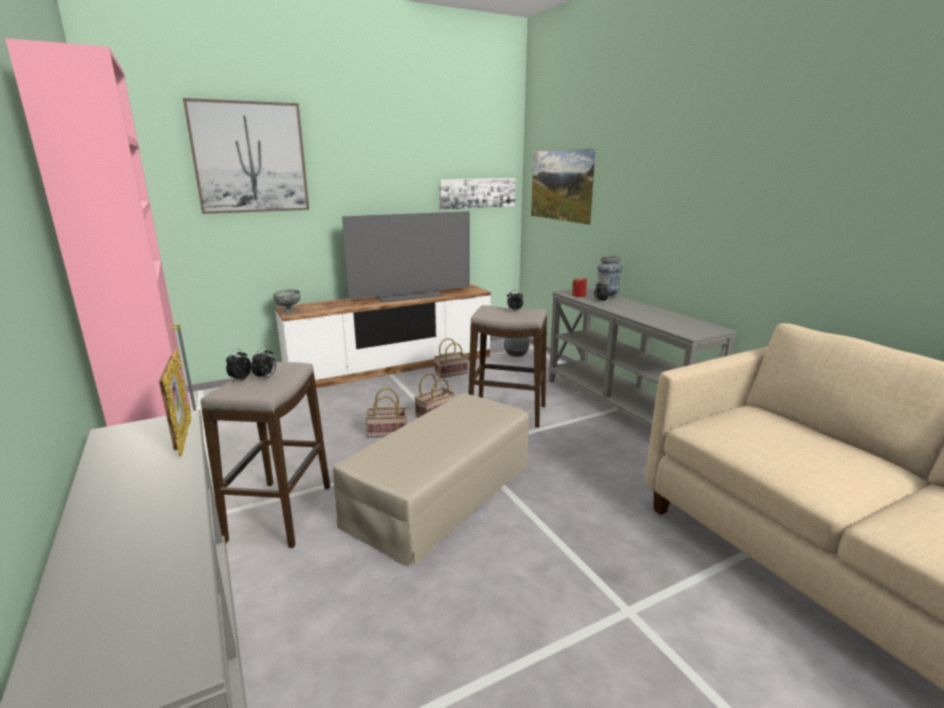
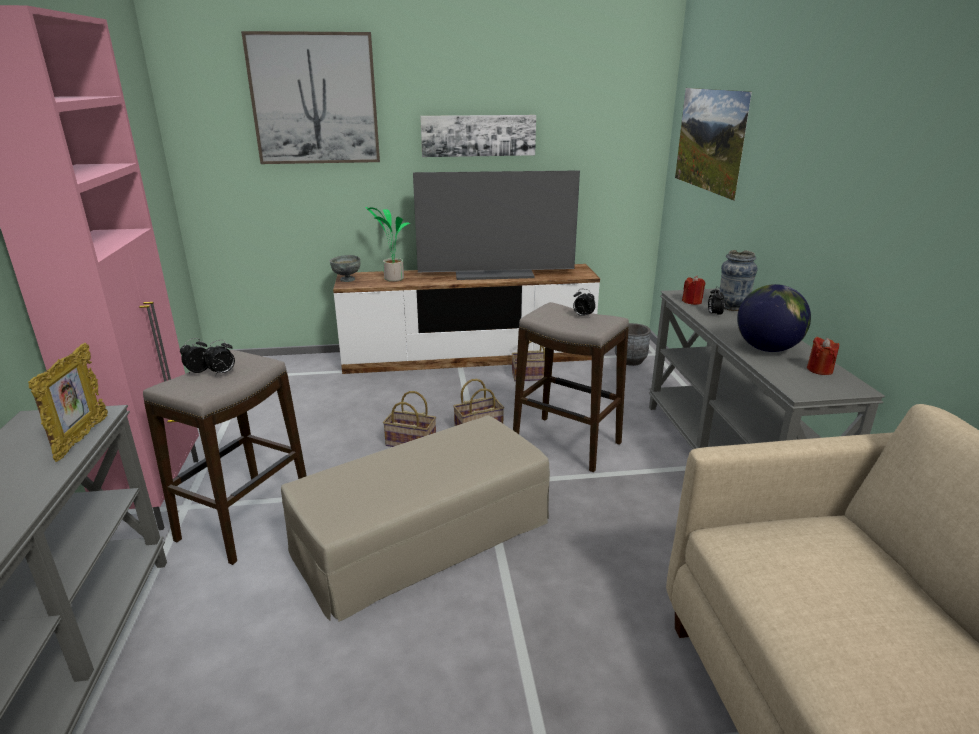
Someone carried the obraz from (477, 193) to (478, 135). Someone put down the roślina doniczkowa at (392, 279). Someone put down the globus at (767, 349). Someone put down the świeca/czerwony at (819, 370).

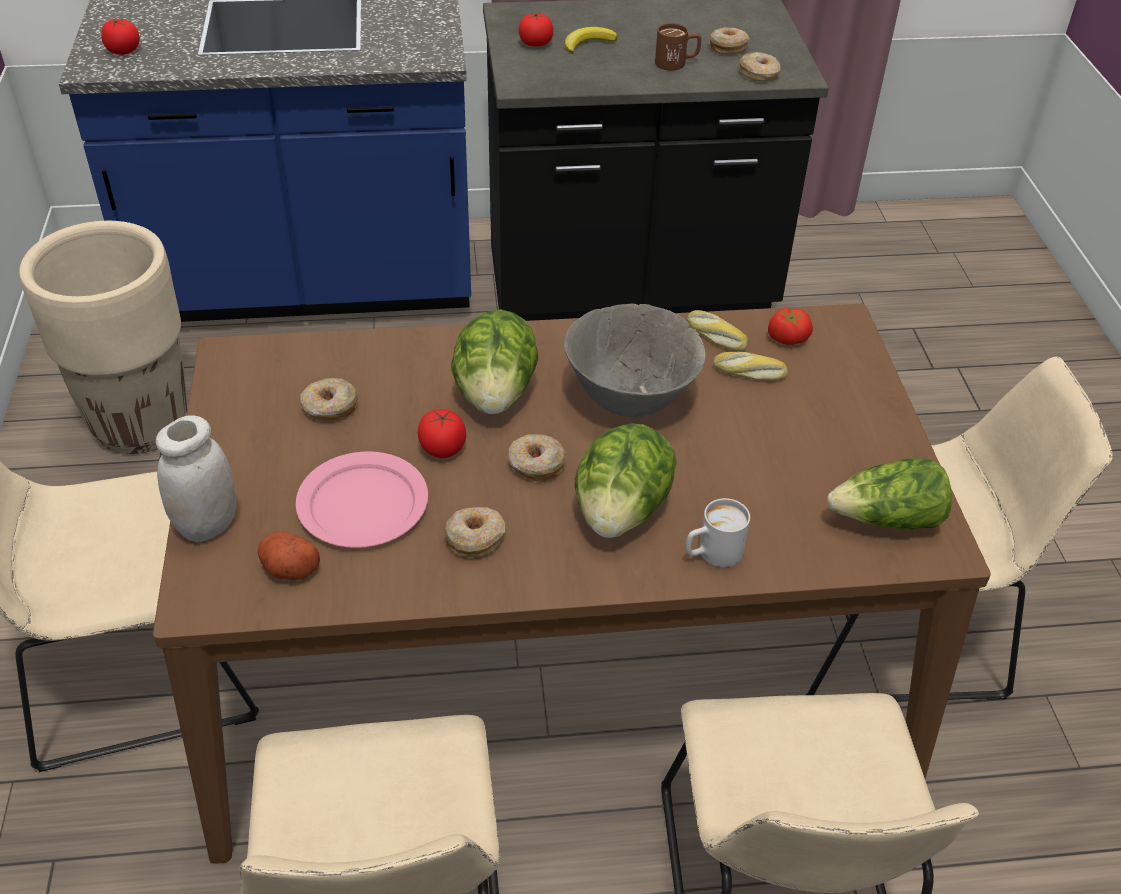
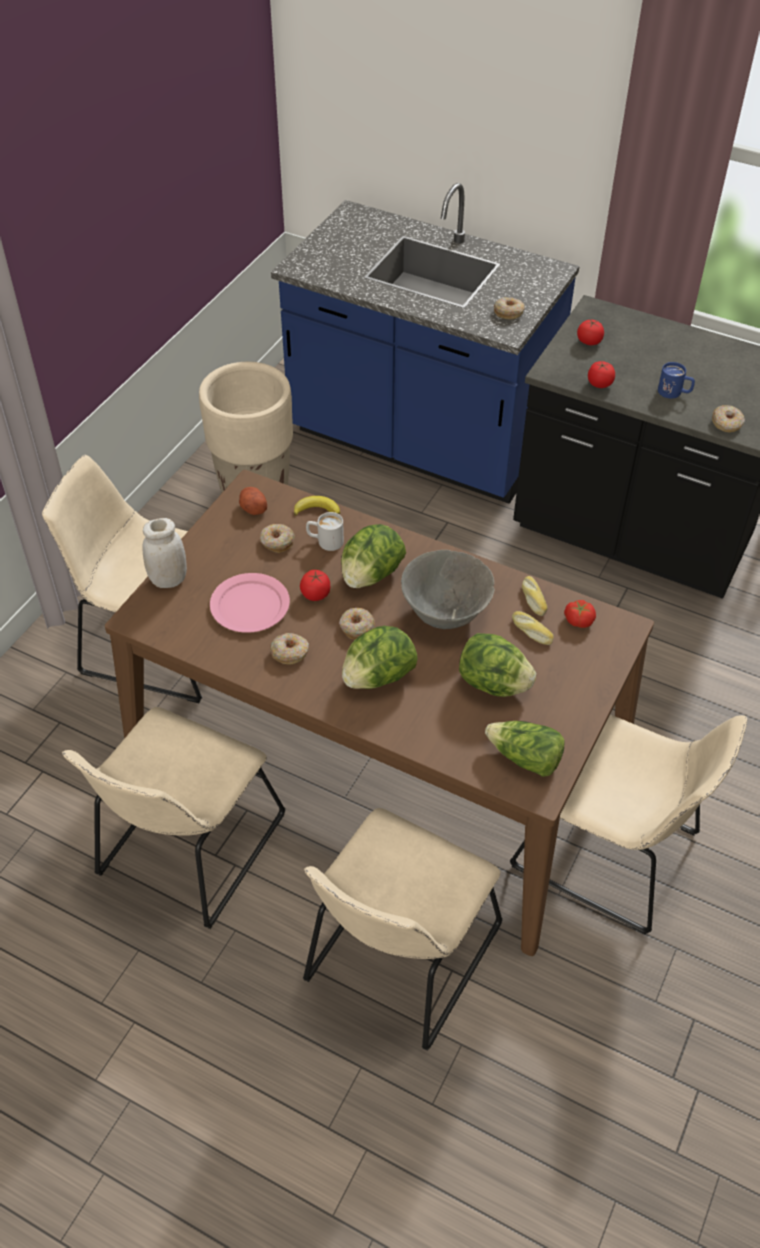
Someone carried the pomidor from (123, 51) to (599, 384). Someone carried the ziemniak from (289, 568) to (253, 508). Someone carried the banan from (588, 43) to (317, 510). Someone repainted the kubek/brązowy at (676, 63), which became the kubek/niebieski at (674, 393). Someone carried the kubek/biały from (712, 554) to (325, 541). Someone carried the donut from (728, 47) to (508, 312). Someone put down the sałata at (493, 684).

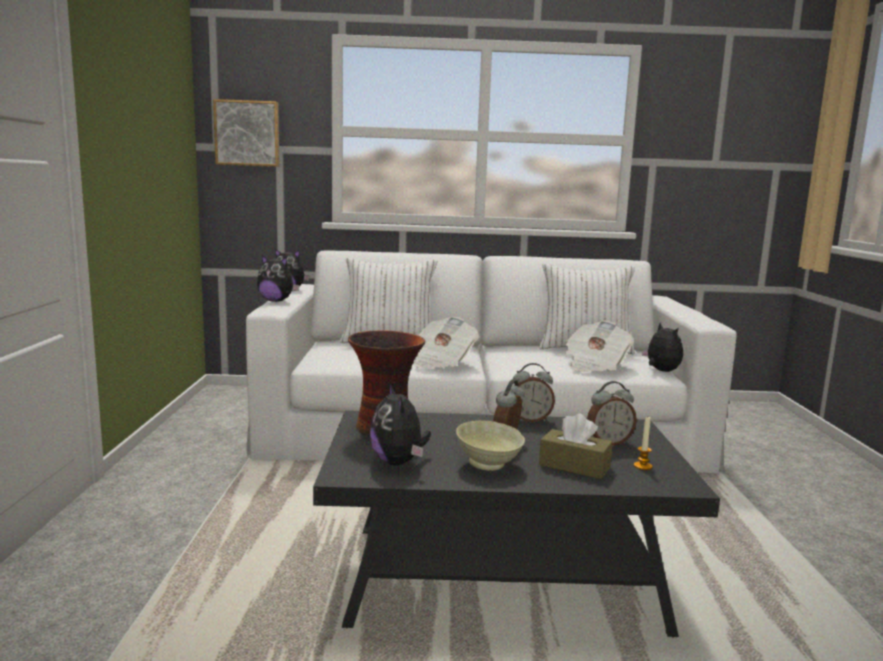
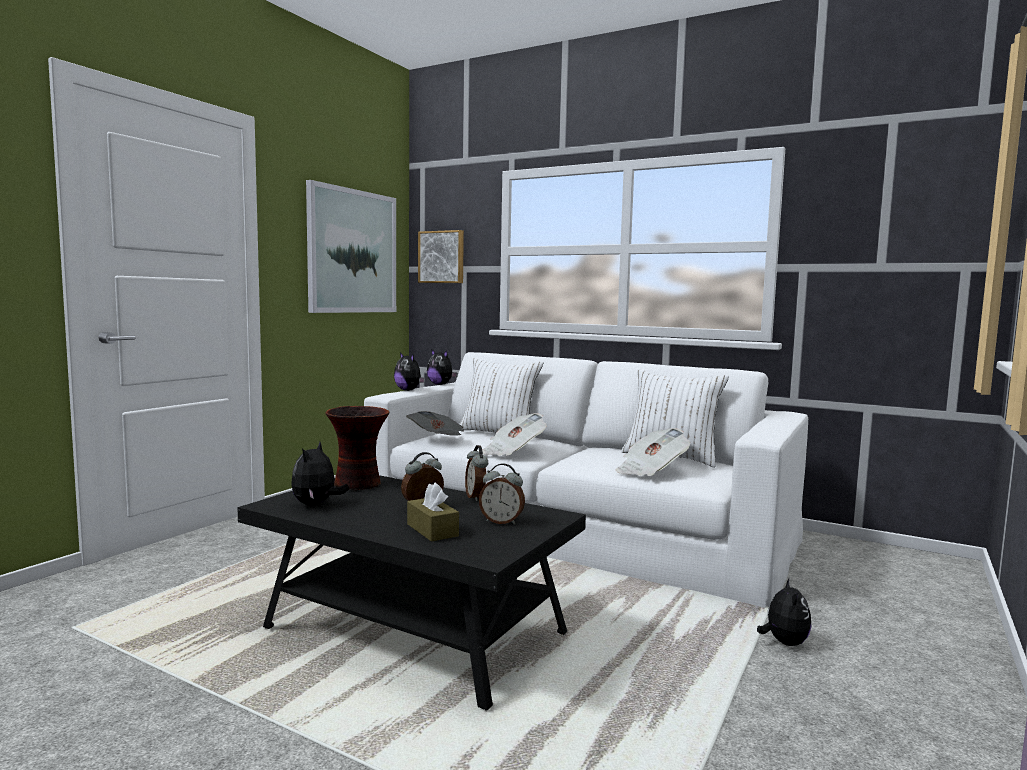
Someone took away the miska/beżowy at (488, 465). Someone rotated the budzik at (530, 420) by 45 degrees clockwise. Someone took away the świeca at (642, 466). Someone carried the pluszak from (661, 371) to (784, 642). Someone put up the obraz at (352, 251). Someone put down the gazeta at (437, 440).

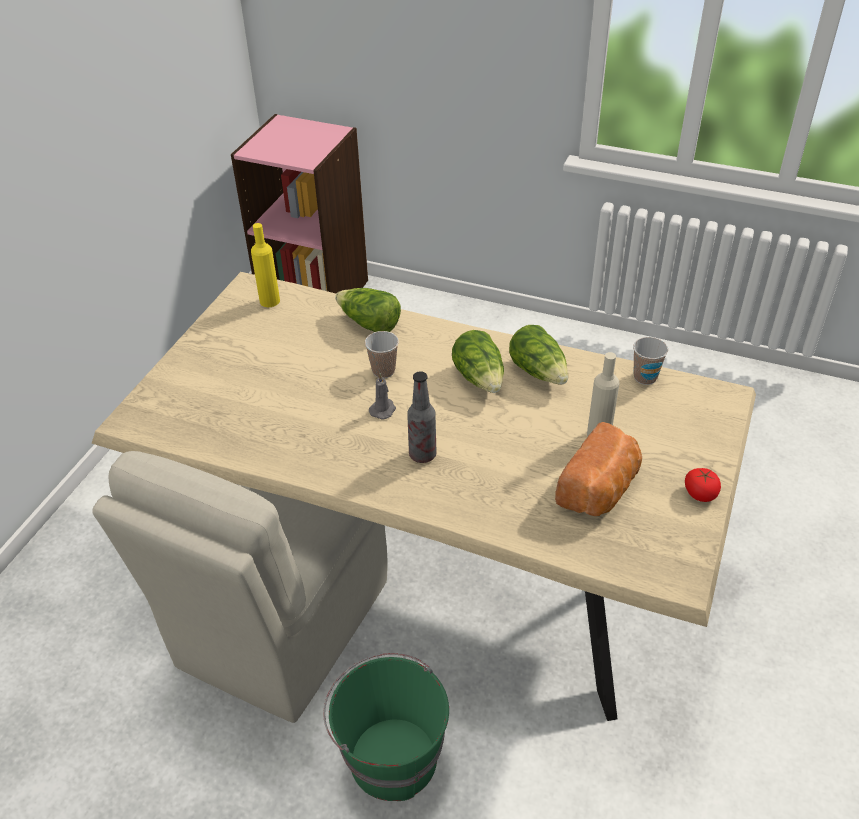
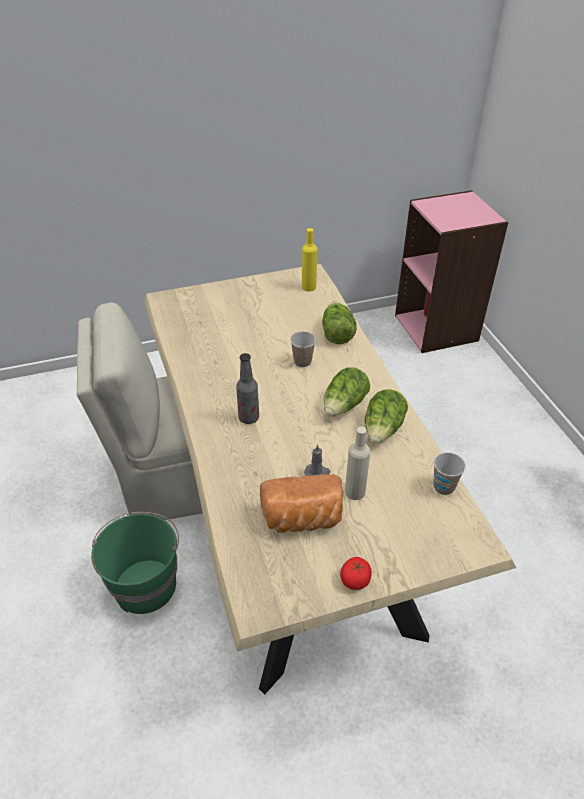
Someone carried the świeca/szary from (383, 409) to (317, 473).

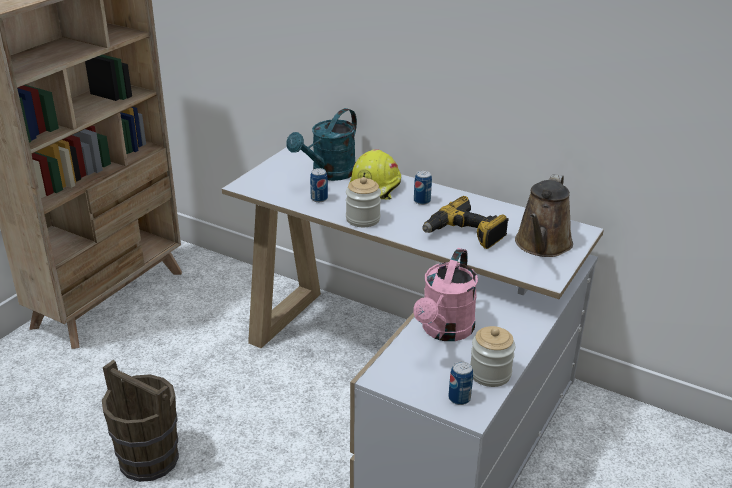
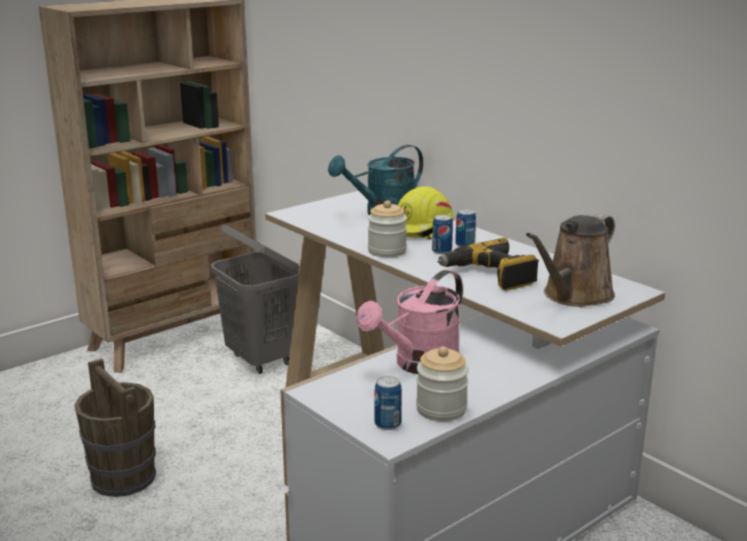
Someone carried the puszka from (319, 199) to (441, 251). Someone put down the kosz na pranie/szary at (261, 359).

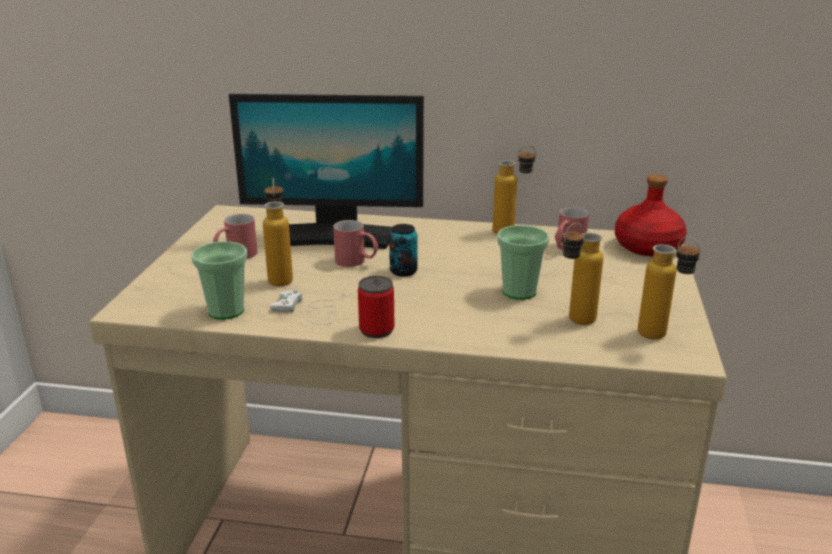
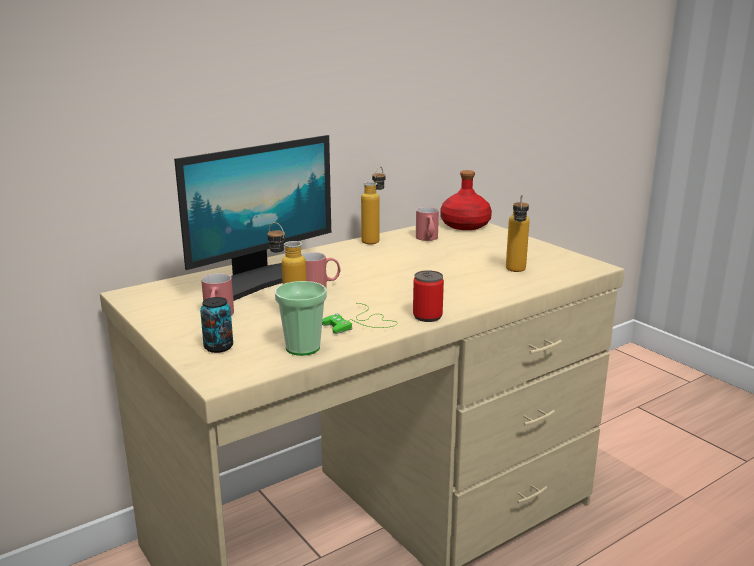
Someone repainted the pad do gier/biały at (311, 310), which became the pad do gier/zielony at (361, 324). Someone carried the puszka from (403, 271) to (218, 347). Someone took away the filiżanka at (519, 292). Someone took away the butelka at (661, 338).

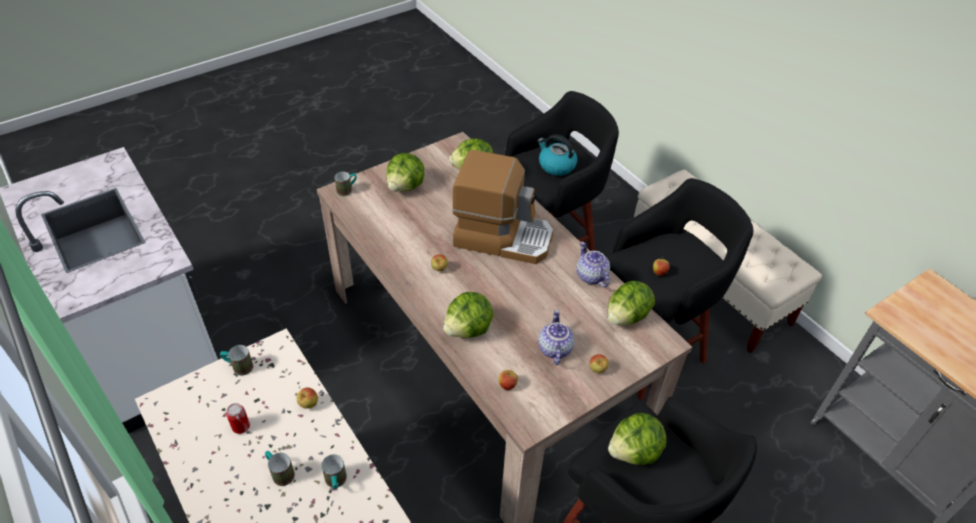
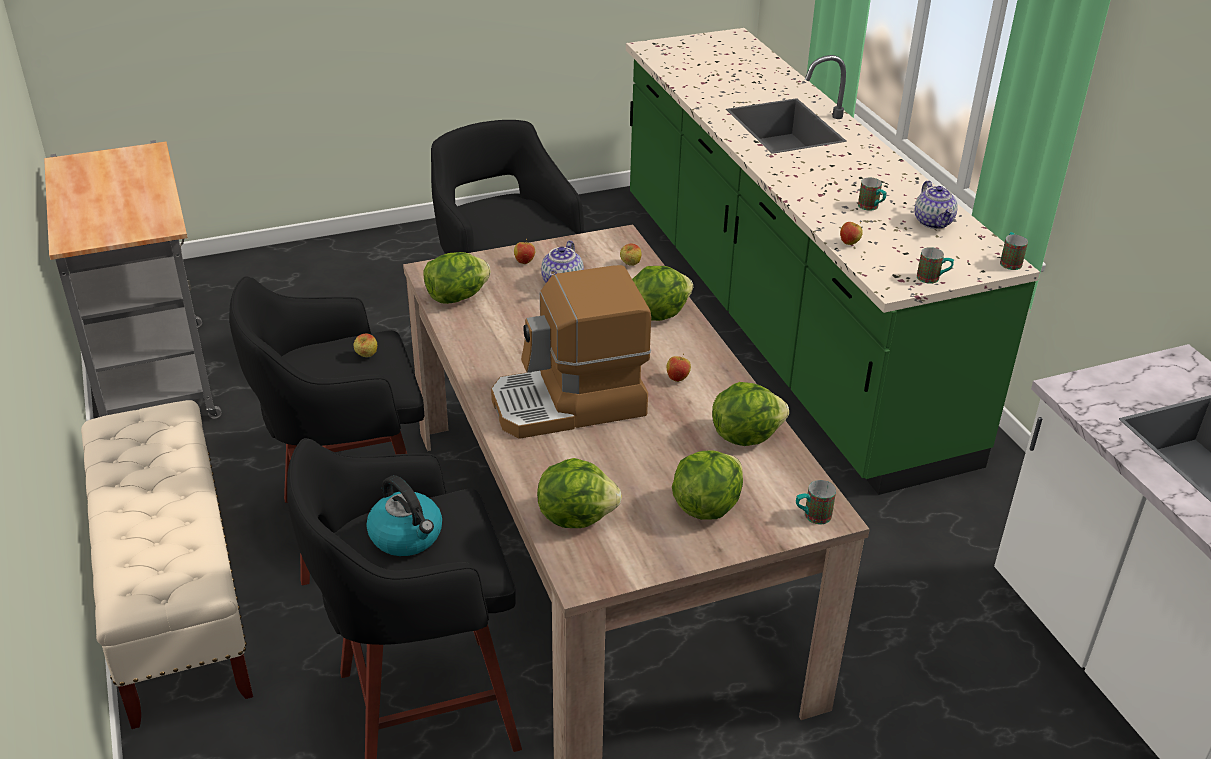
Someone took away the puszka at (241, 427). Someone carried the kubek from (336, 482) to (1009, 261). Someone rotated the ekspres do kawy at (503, 236) by 45 degrees counterclockwise. Someone carried the imbryk from (590, 276) to (934, 222). Someone carried the sałata from (634, 452) to (745, 435).

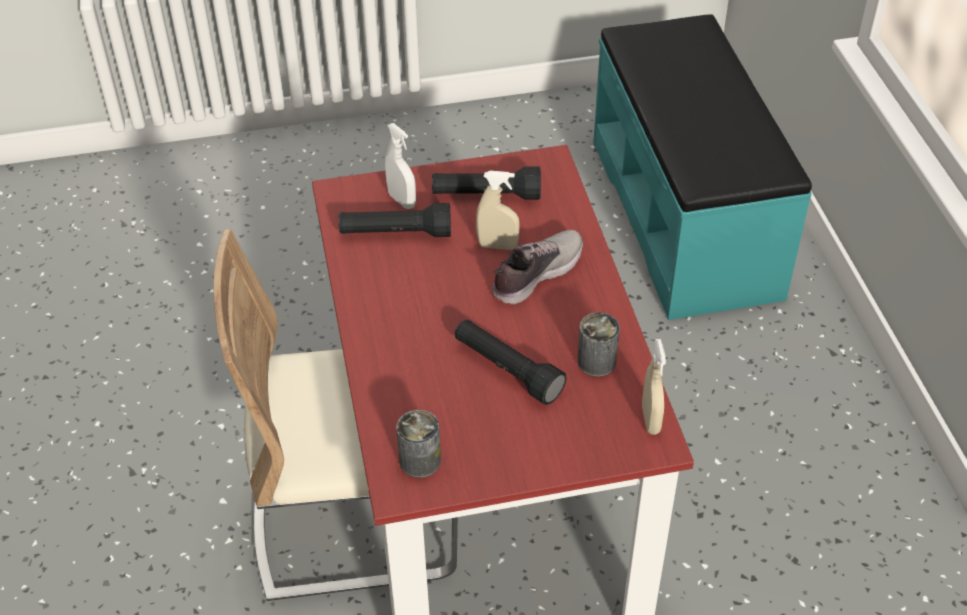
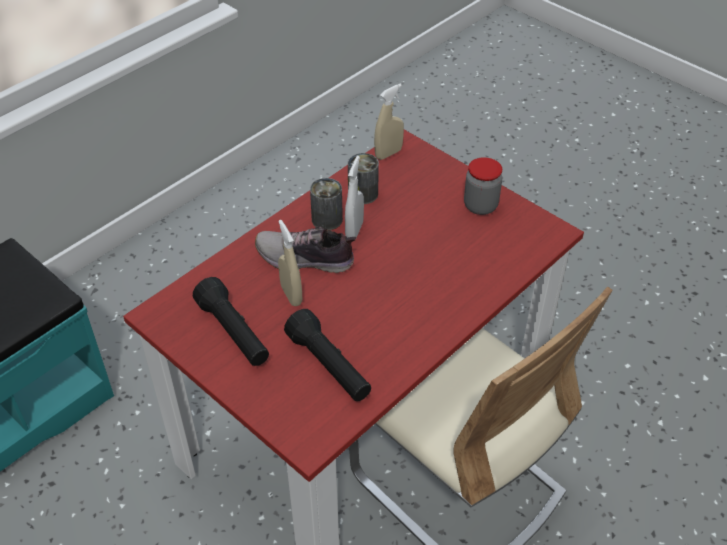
Someone carried the spryskiwacz/biały from (402, 200) to (354, 230). Someone carried the puszka from (420, 460) to (327, 219). Someone took away the latarka/czarny at (507, 370). Someone put down the słoik at (480, 206).

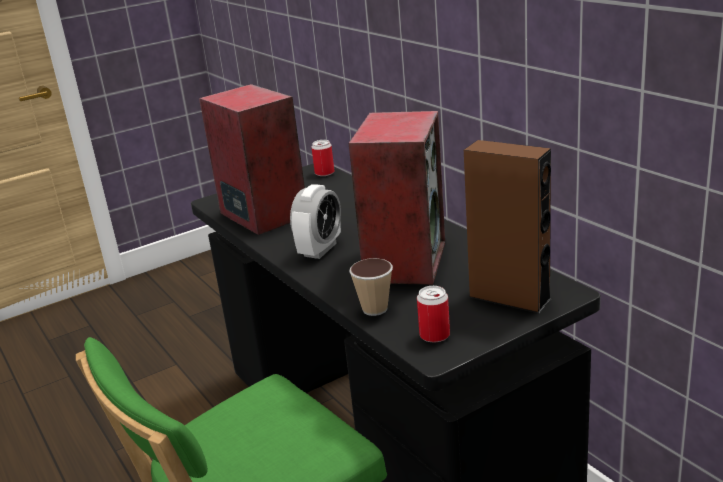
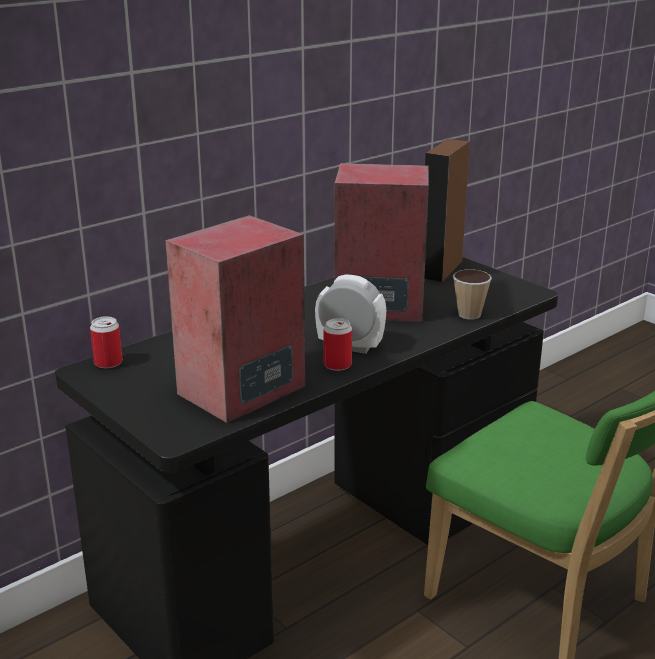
Someone carried the puszka from (434, 335) to (337, 365).

